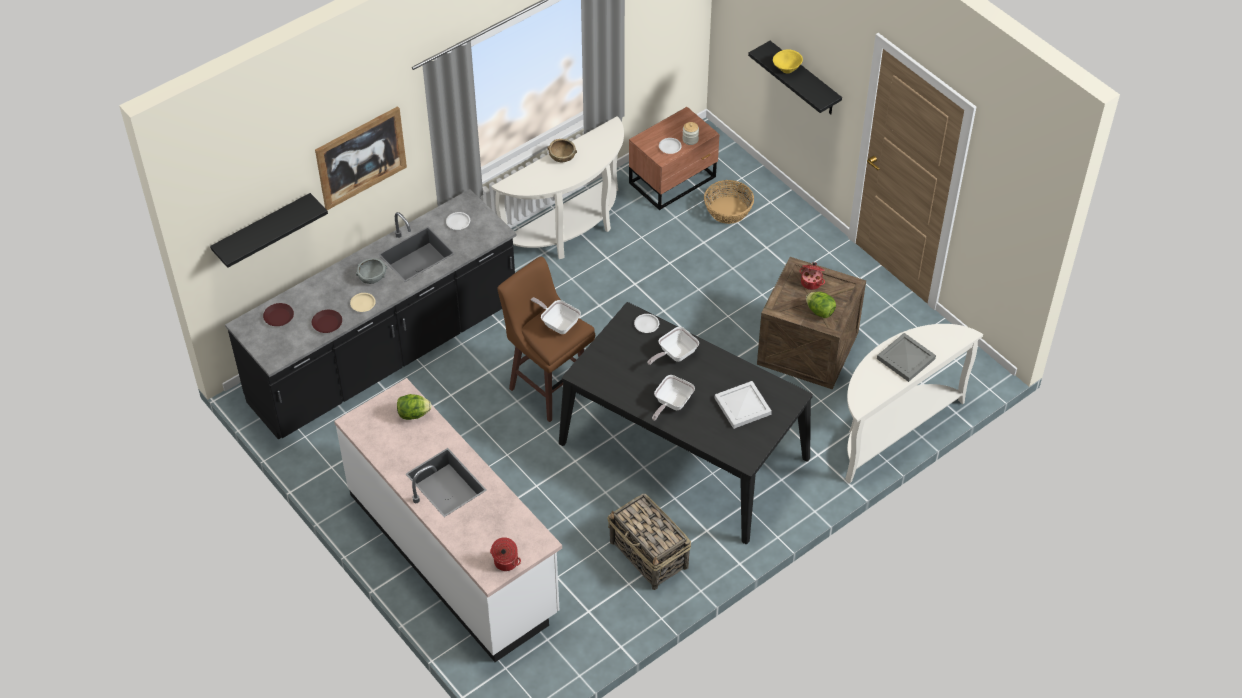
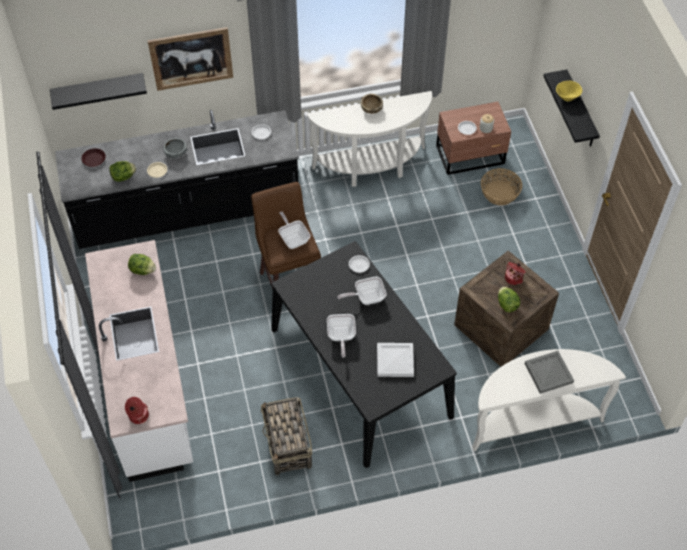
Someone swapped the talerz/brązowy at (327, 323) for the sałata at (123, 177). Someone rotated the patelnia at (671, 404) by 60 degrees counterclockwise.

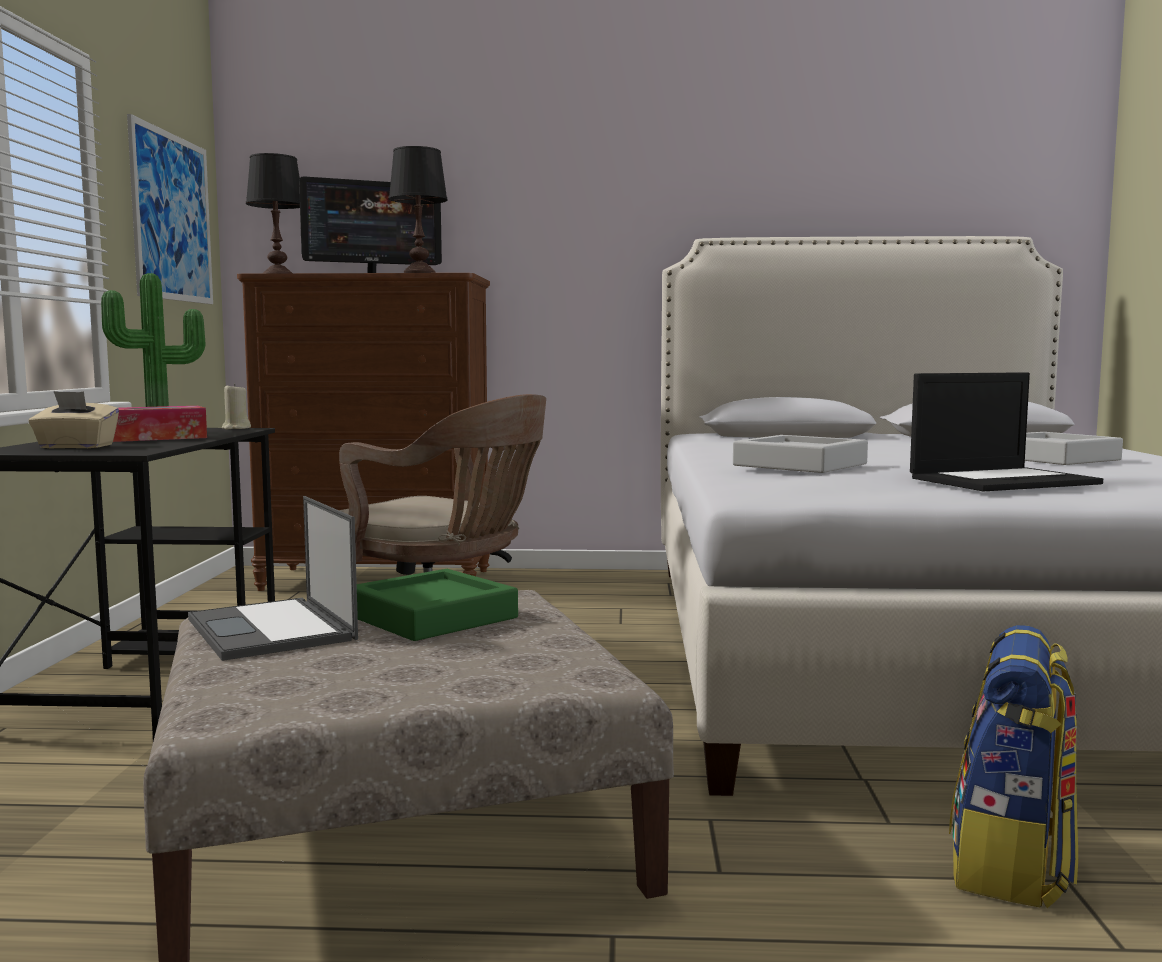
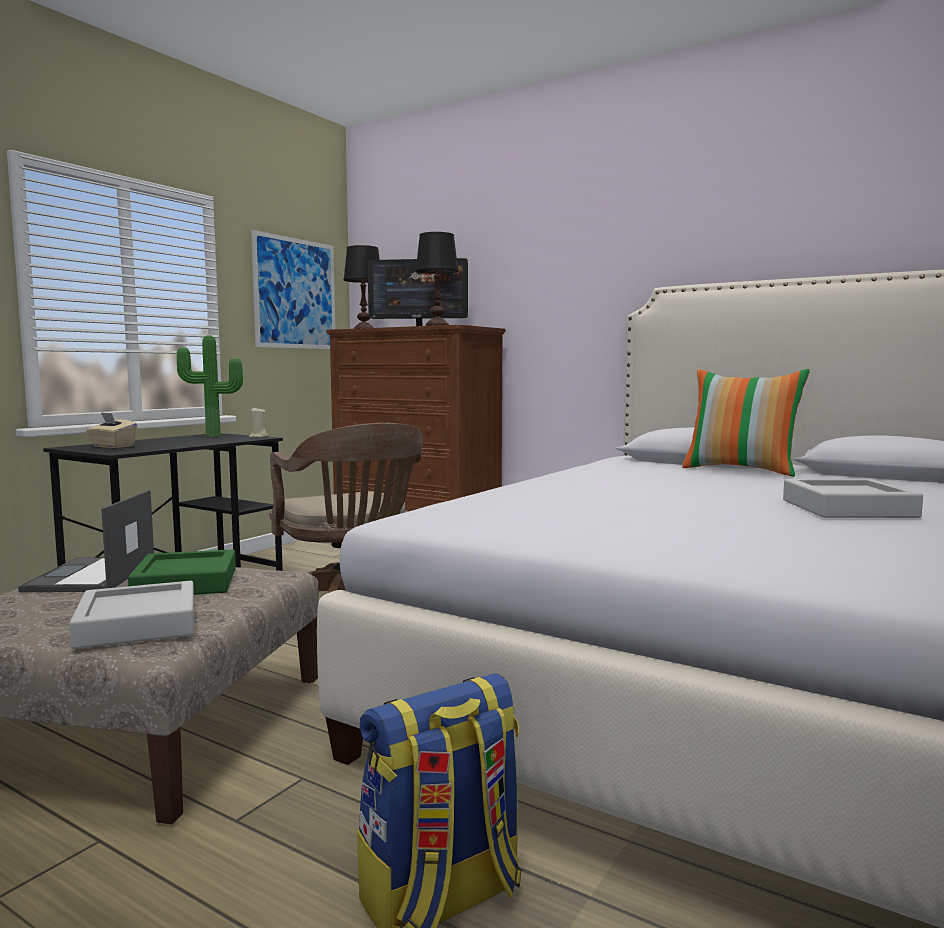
Someone took away the pudełko chusteczek at (156, 438). Someone carried the taca/szary from (800, 465) to (138, 624). Someone took away the laptop at (1003, 480). Someone put down the poduszka at (741, 470).

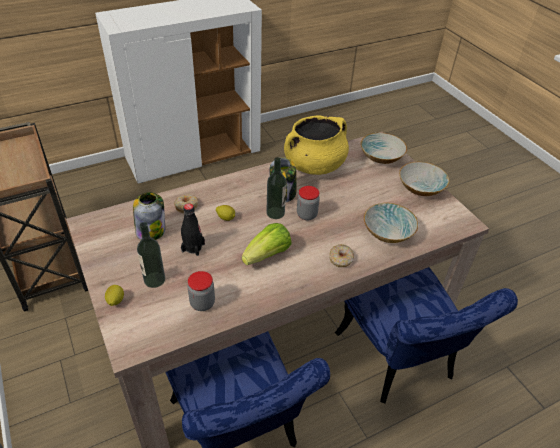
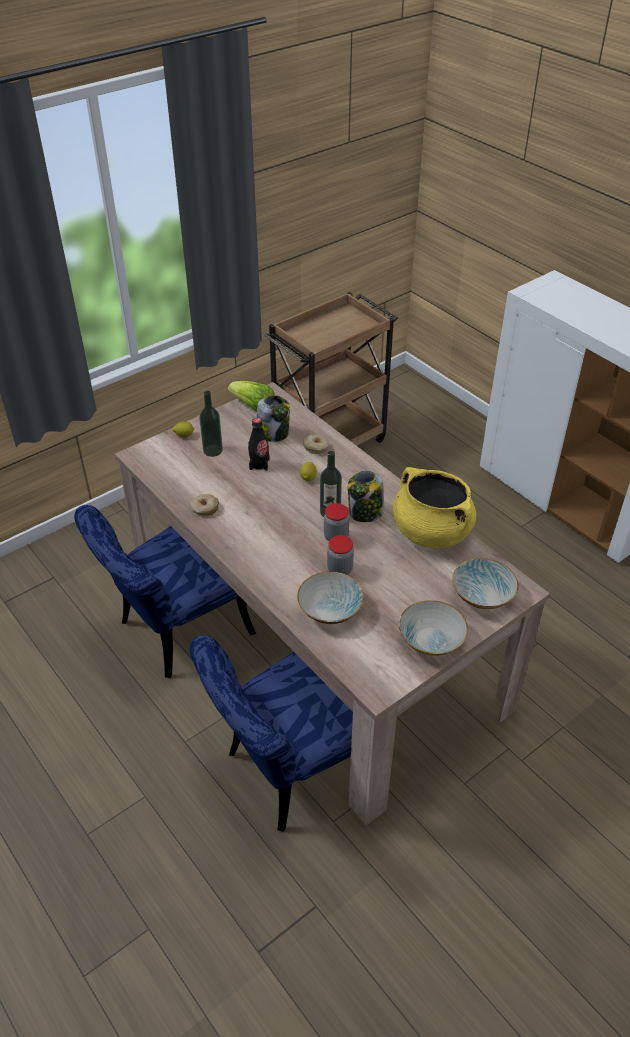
Someone carried the słoik from (202, 303) to (340, 569). Someone carried the sałata from (268, 255) to (253, 407). Someone carried the donut from (341, 259) to (205, 508).

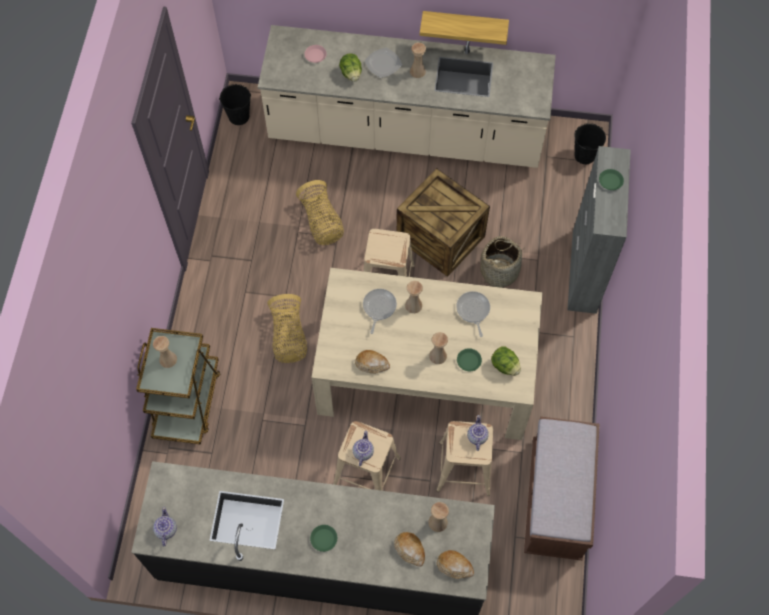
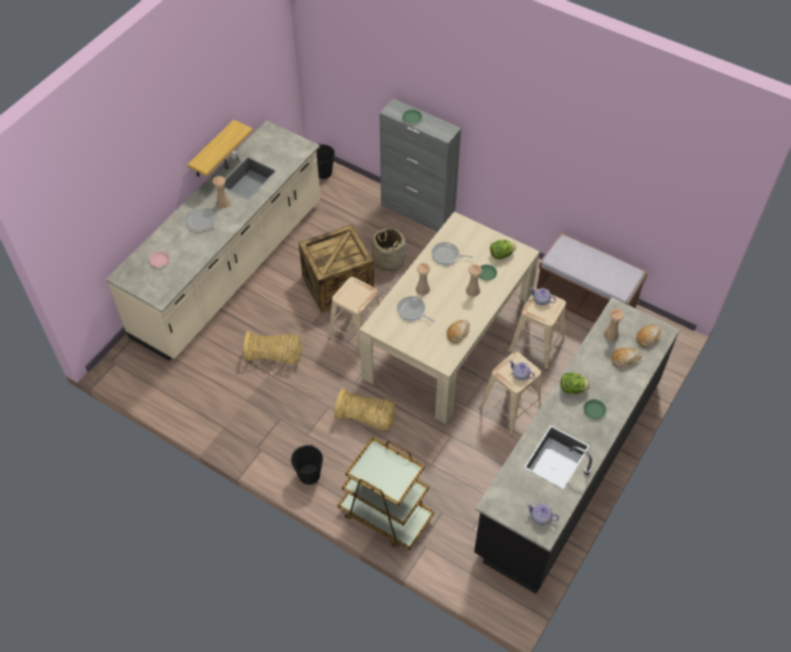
Someone took away the wazon/beżowy at (168, 359). Someone carried the wiadro/czarny from (239, 116) to (309, 475). Someone carried the sałata from (351, 74) to (572, 389).

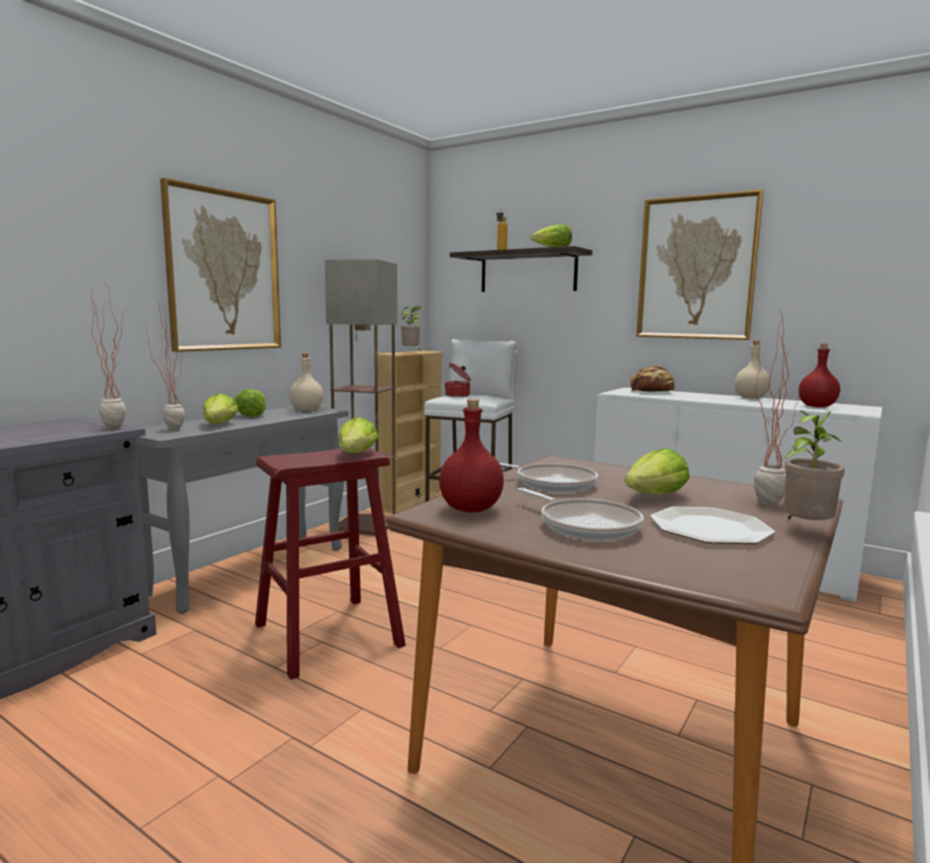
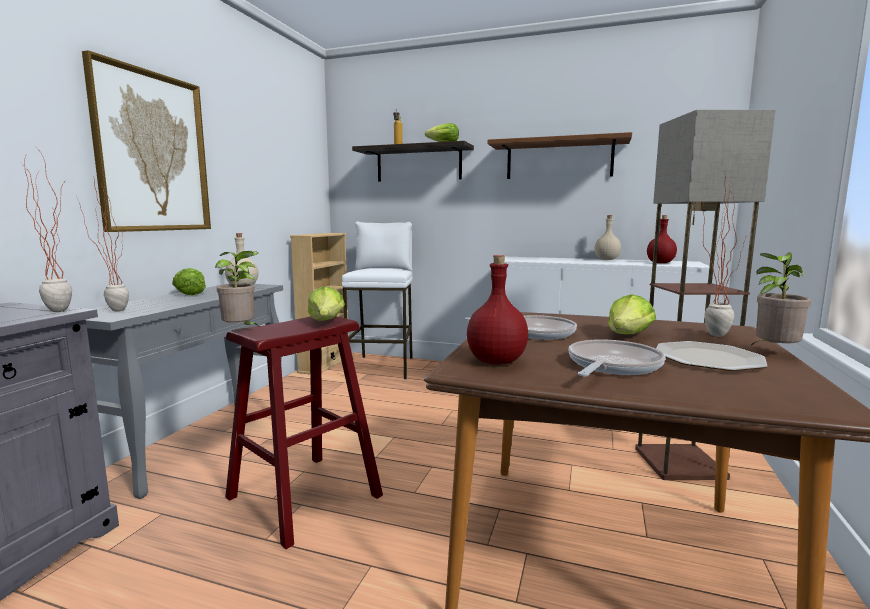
Someone took away the sałata at (219, 424). Someone carried the lampa stojąca from (364, 525) to (679, 463). Someone carried the roślina doniczkowa from (412, 352) to (241, 331). Someone took away the garnek at (458, 395). Someone rotated the patelnia at (585, 525) by 90 degrees counterclockwise. Someone took away the chleb at (652, 392). Someone swapped the obraz at (696, 268) for the półka/brązowy at (559, 160).

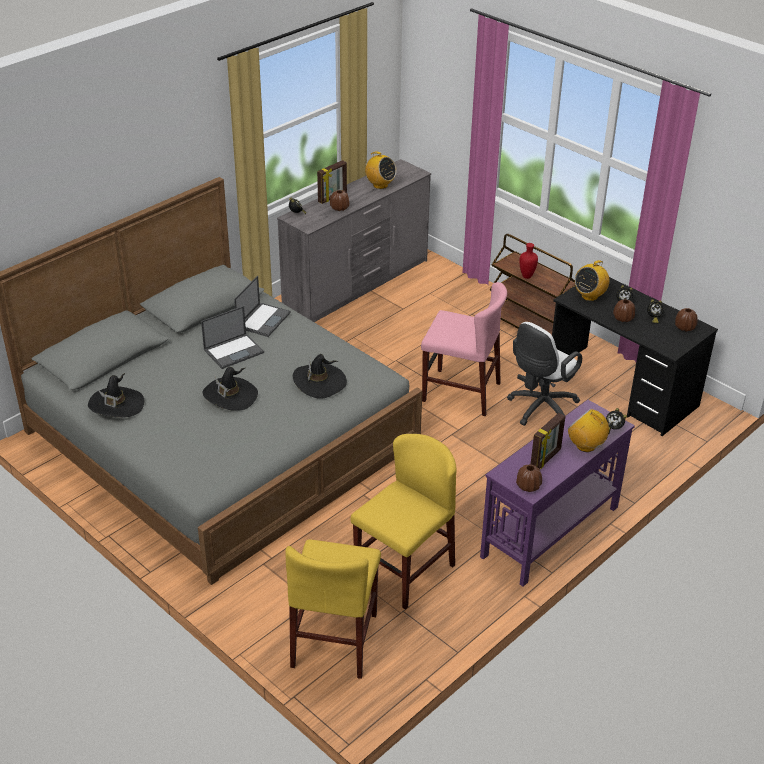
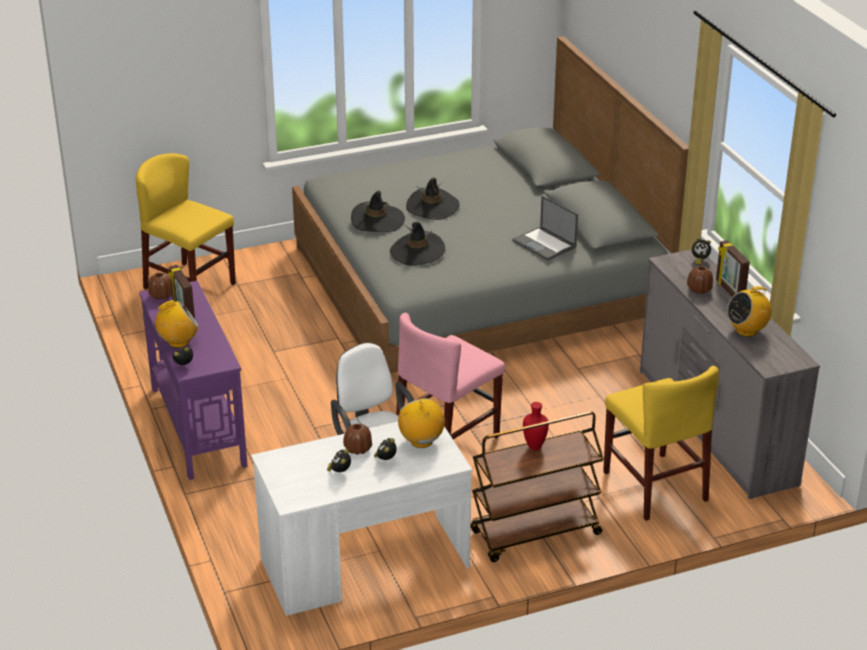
Someone carried the kapelusz/czarny from (116, 405) to (377, 220). Someone took away the laptop at (234, 351). Someone carried the krzesło/żółty from (404, 571) to (654, 486). Someone repainted the biurko/czarny at (622, 390), which became the biurko/biały at (364, 563). Someone took away the wazon/brązowy at (684, 327).

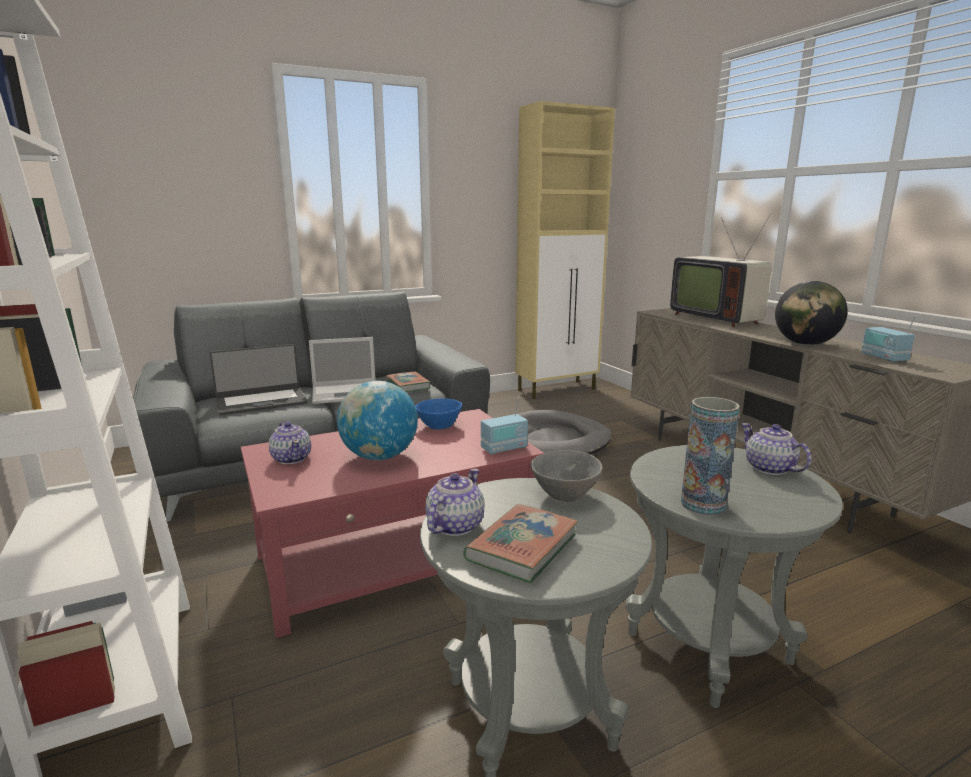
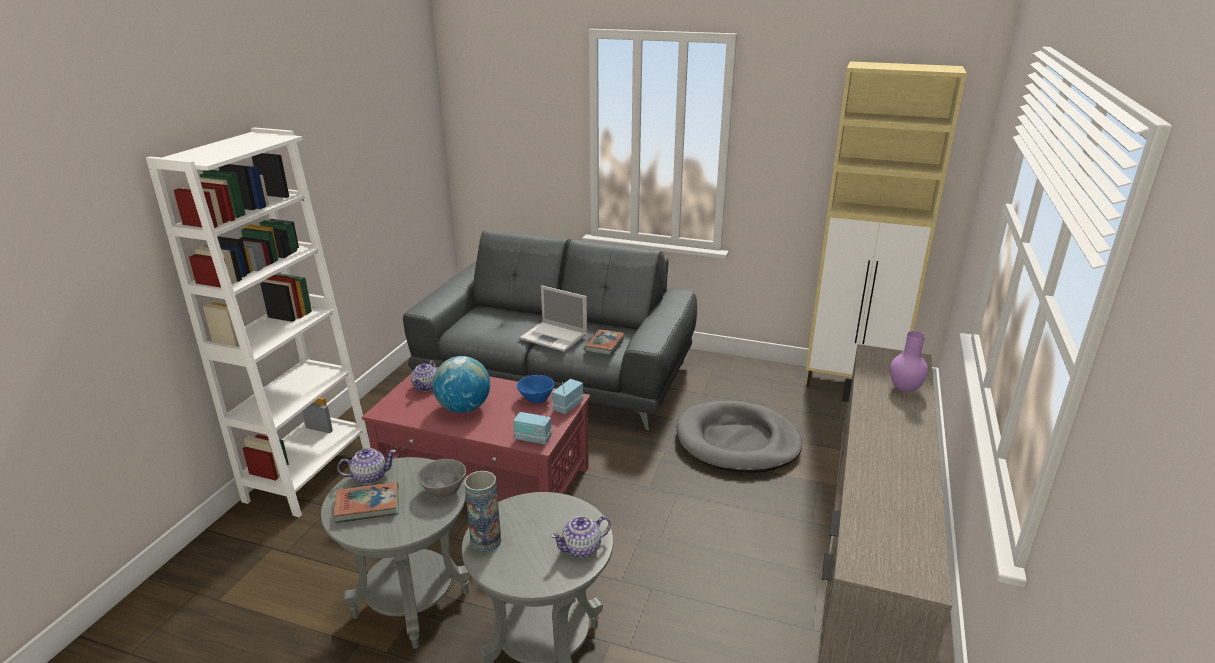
Someone took away the laptop at (261, 402). Someone swapped the telewizor at (716, 318) for the wazon/fioletowy at (905, 390). Someone rotated the imbryk at (769, 468) by 135 degrees counterclockwise. Someone took away the globus at (805, 344). Someone carried the radio from (883, 358) to (567, 406).

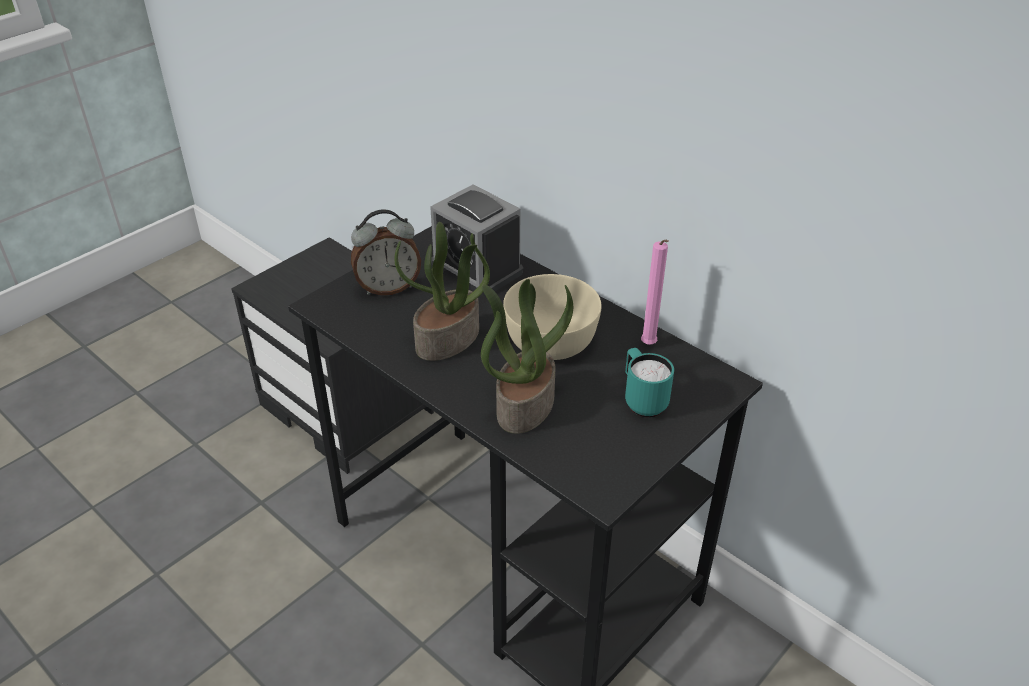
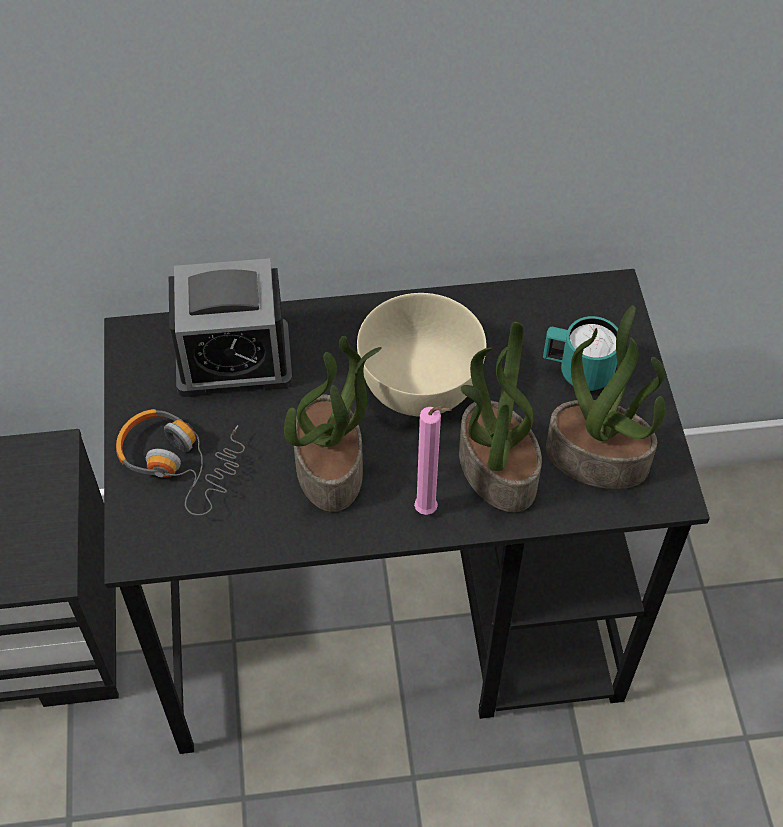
Someone swapped the budzik at (388, 287) for the słuchawki at (179, 463). Someone carried the świeca/różowy from (649, 346) to (429, 511). Someone put down the roślina doniczkowa at (598, 457).

